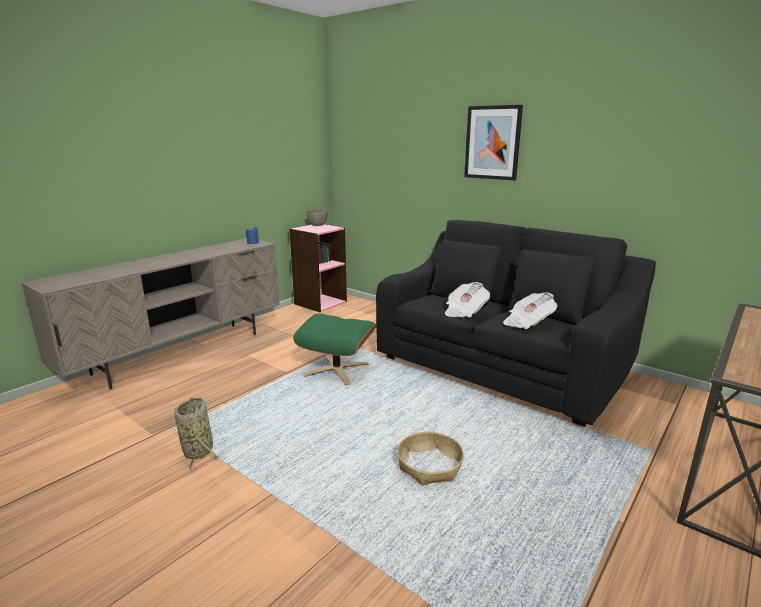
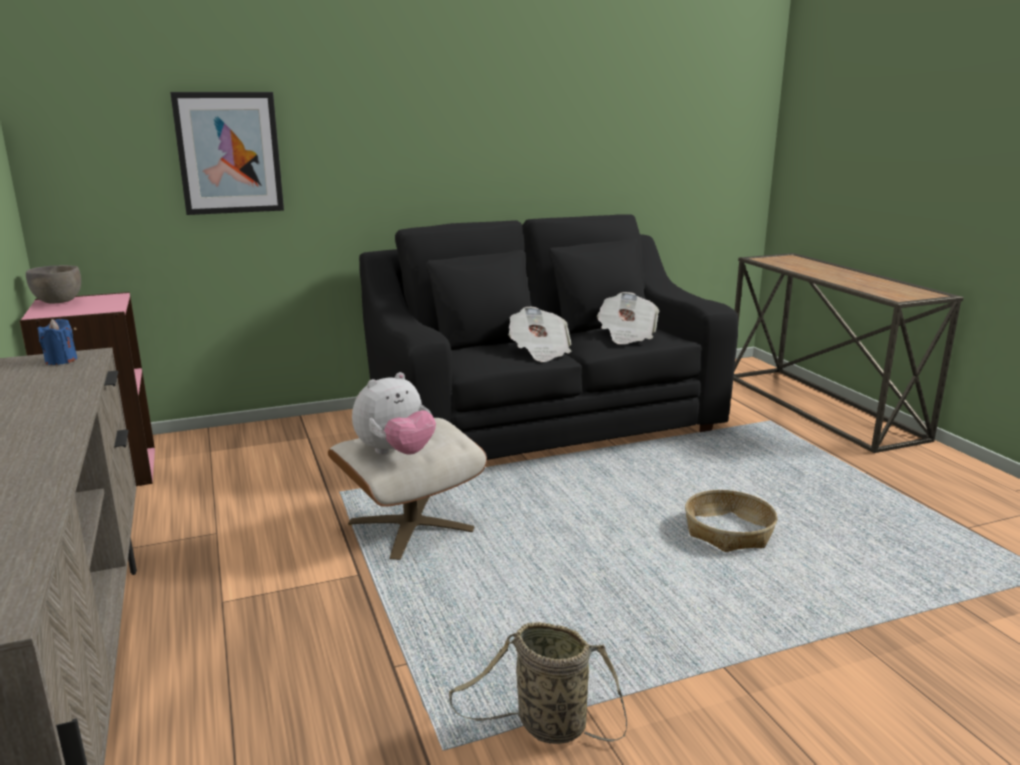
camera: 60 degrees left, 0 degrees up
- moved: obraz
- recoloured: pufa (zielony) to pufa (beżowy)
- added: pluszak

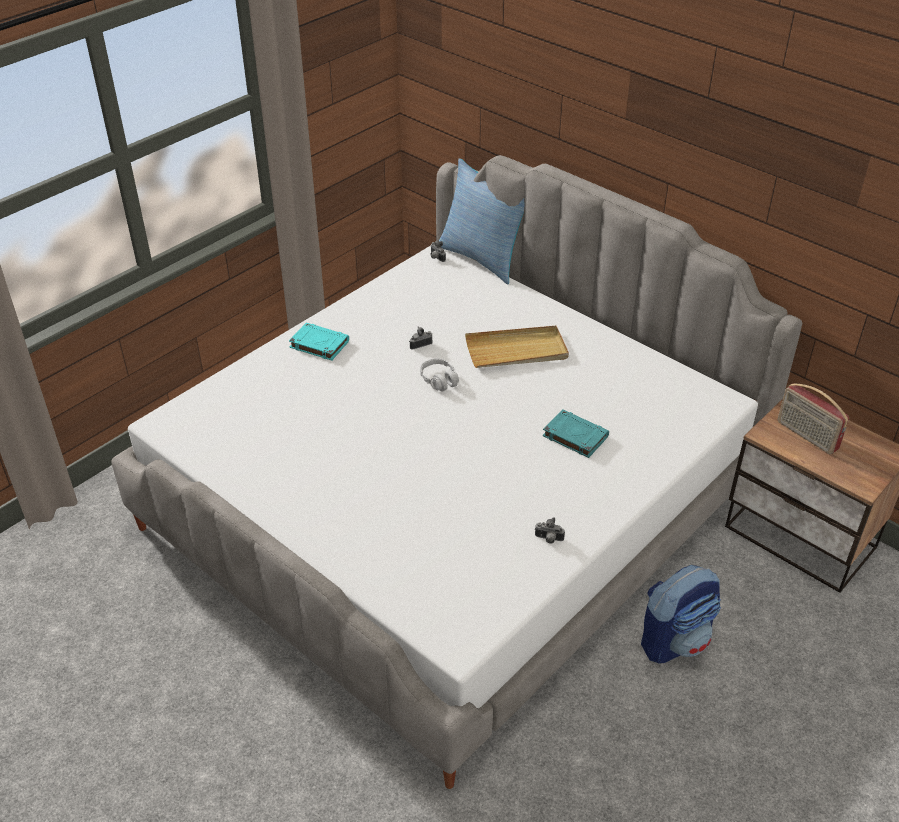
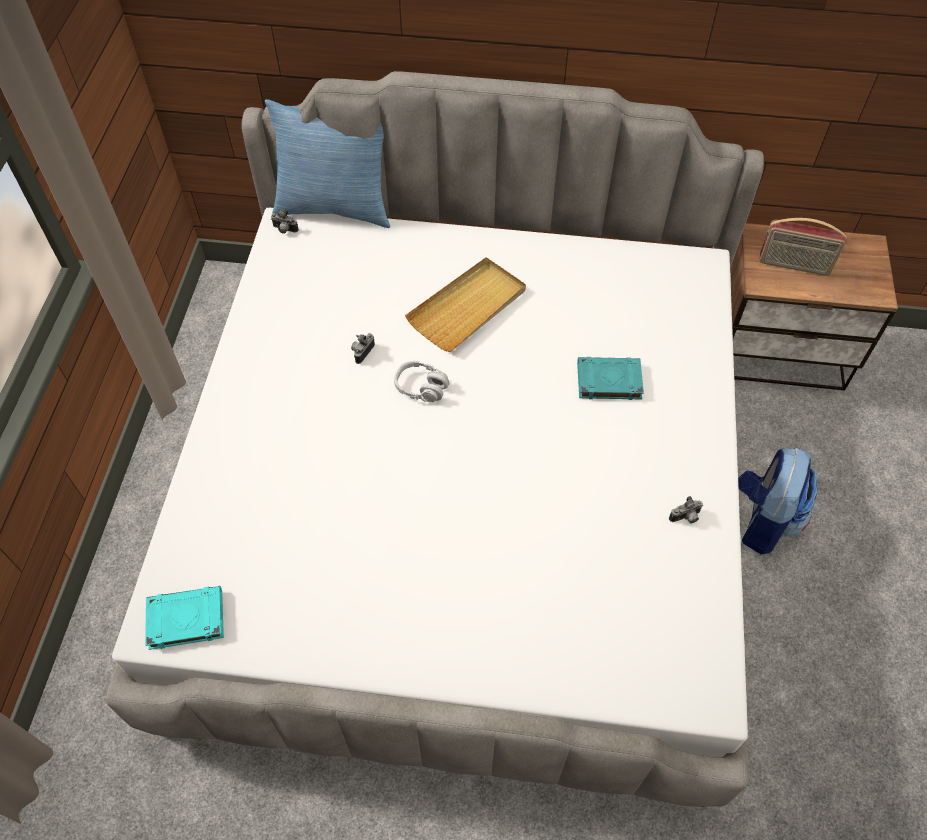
camera: 35 degrees left, 15 degrees up
- moved: książka (turkusowy) (1st from left)

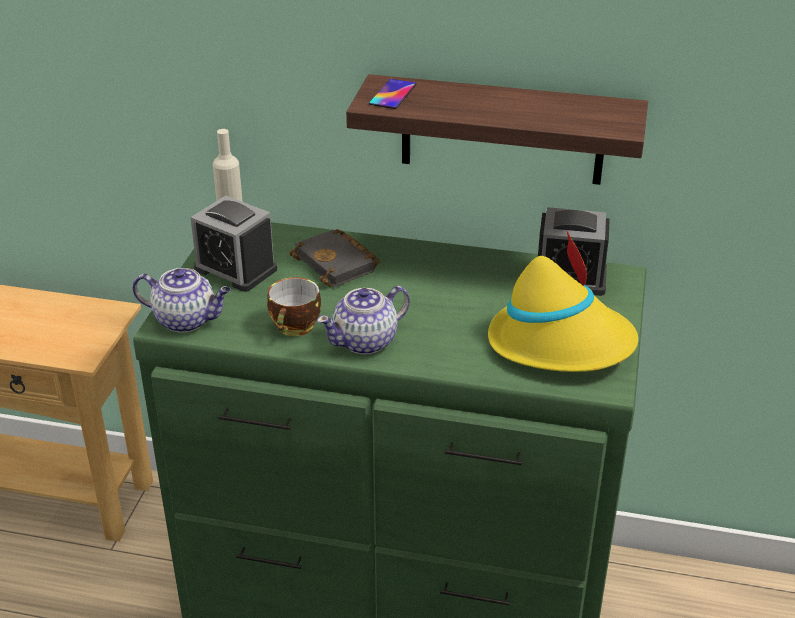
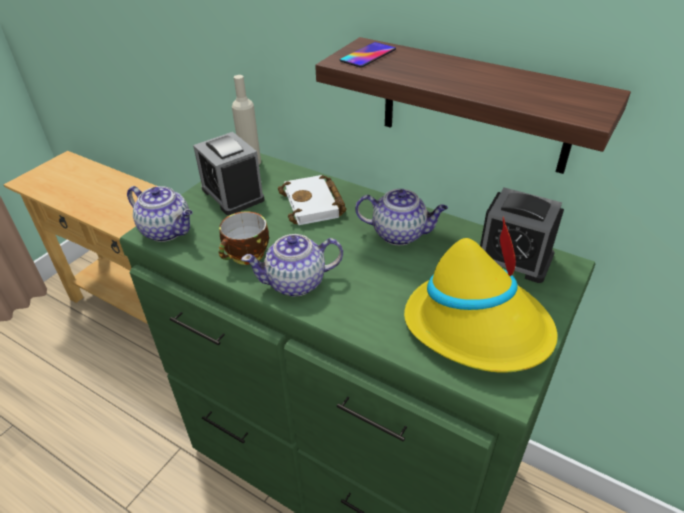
camera: 20 degrees right, 5 degrees up
- recoloured: książka (czarny) to książka (biały)
- added: imbryk (3rd from left)

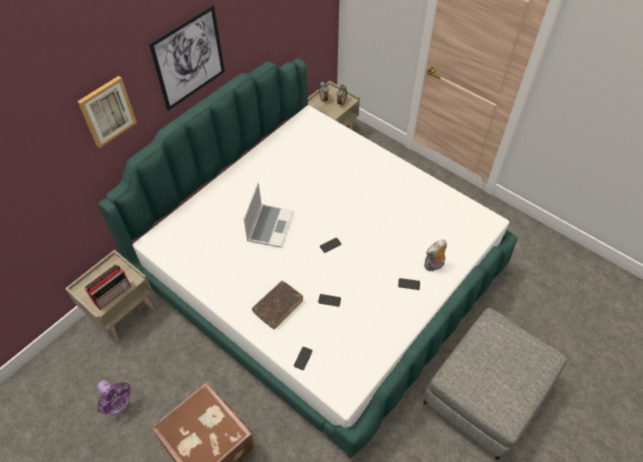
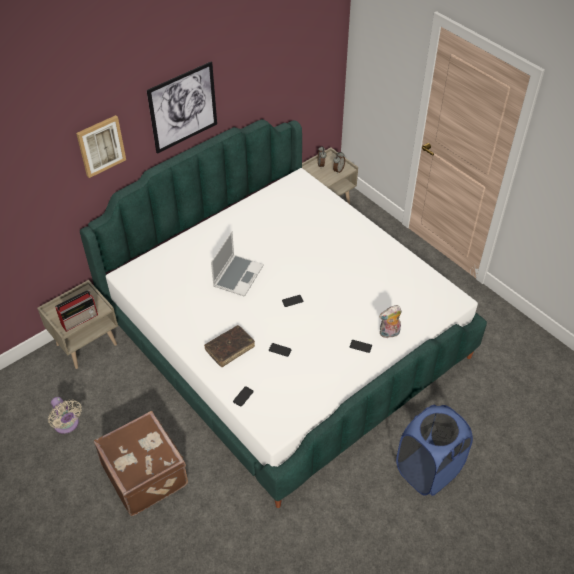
camera: 10 degrees right, 5 degrees down
- recoloured: wentylator (fioletowy) to wentylator (beżowy)
- replaced: pufa (szary) to kosz na pranie (niebieski)

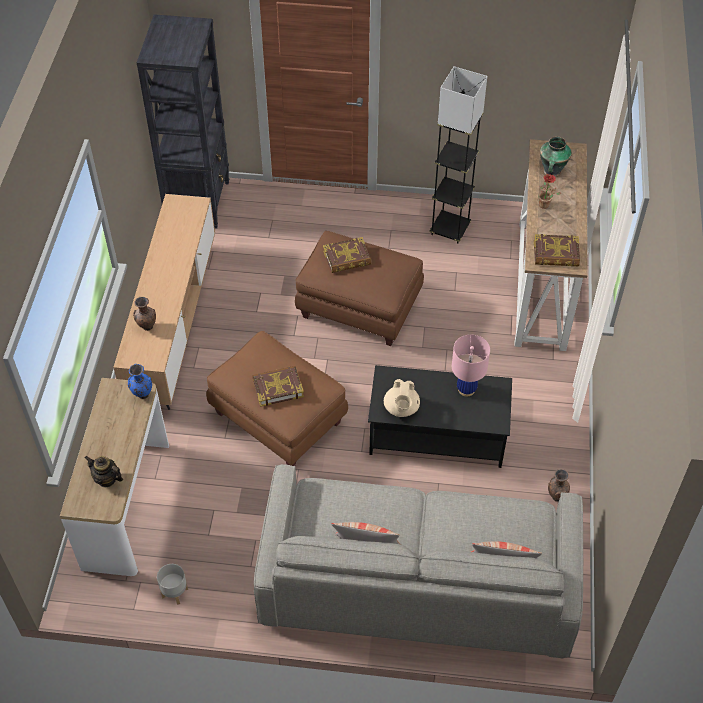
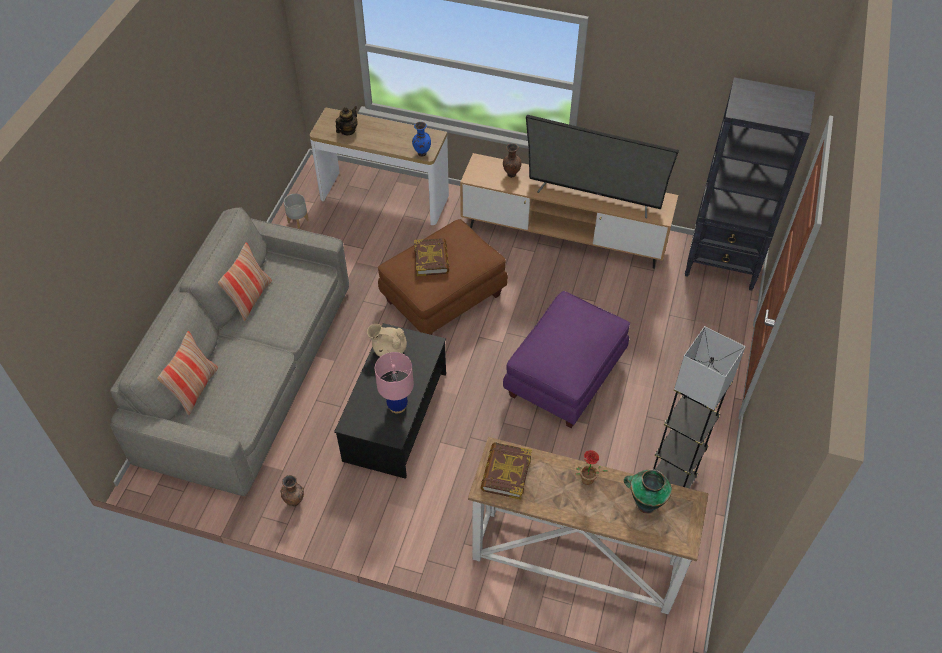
camera: 100 degrees right, 0 degrees up
- recoloured: pufa (brązowy) (2nd from left) to pufa (fioletowy)
- added: telewizor
- removed: książka (2nd from left)

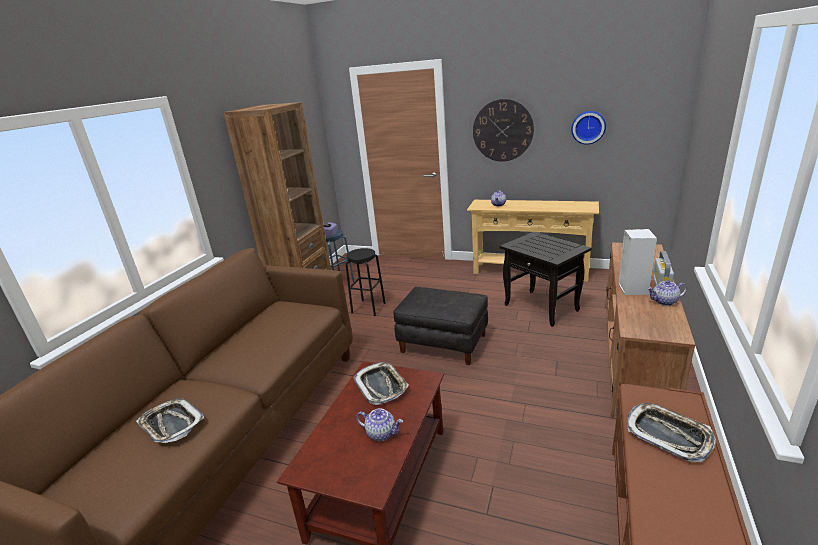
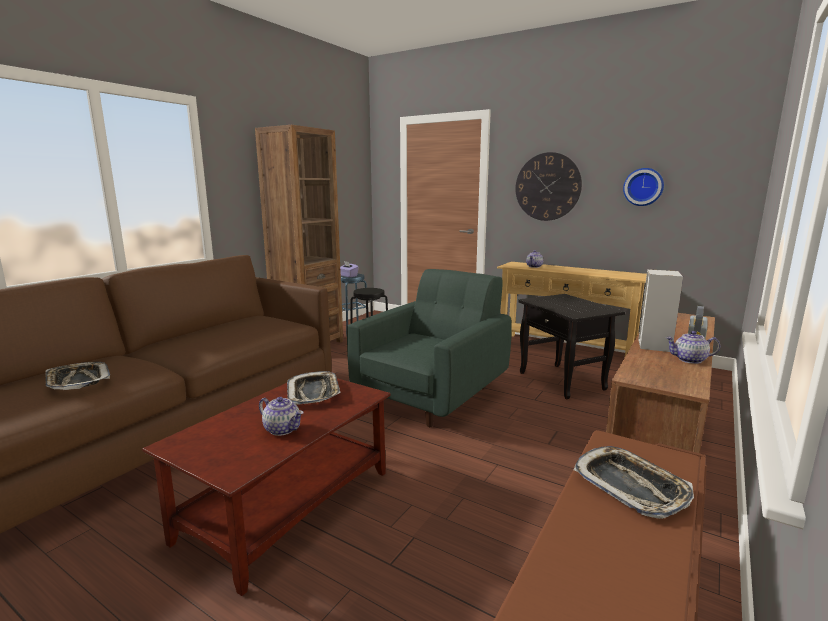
camera: 10 degrees right, 10 degrees down
- replaced: pufa (czarny) to fotel (zielony)

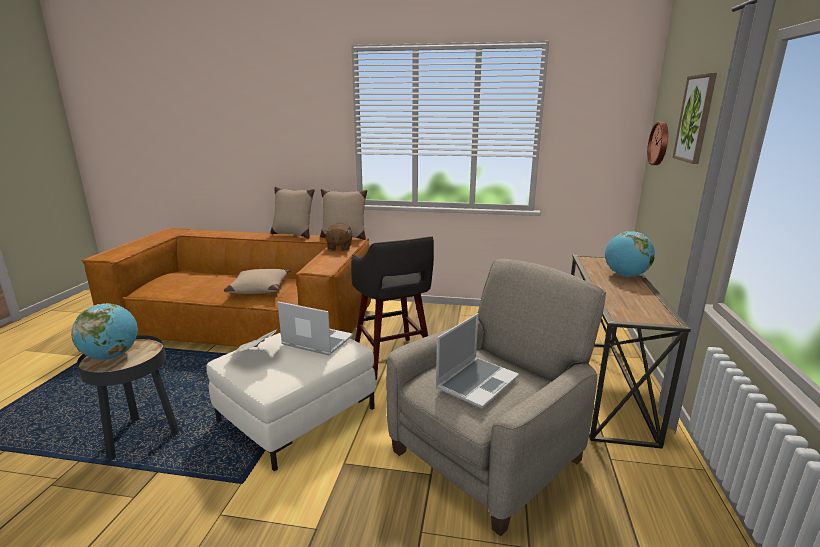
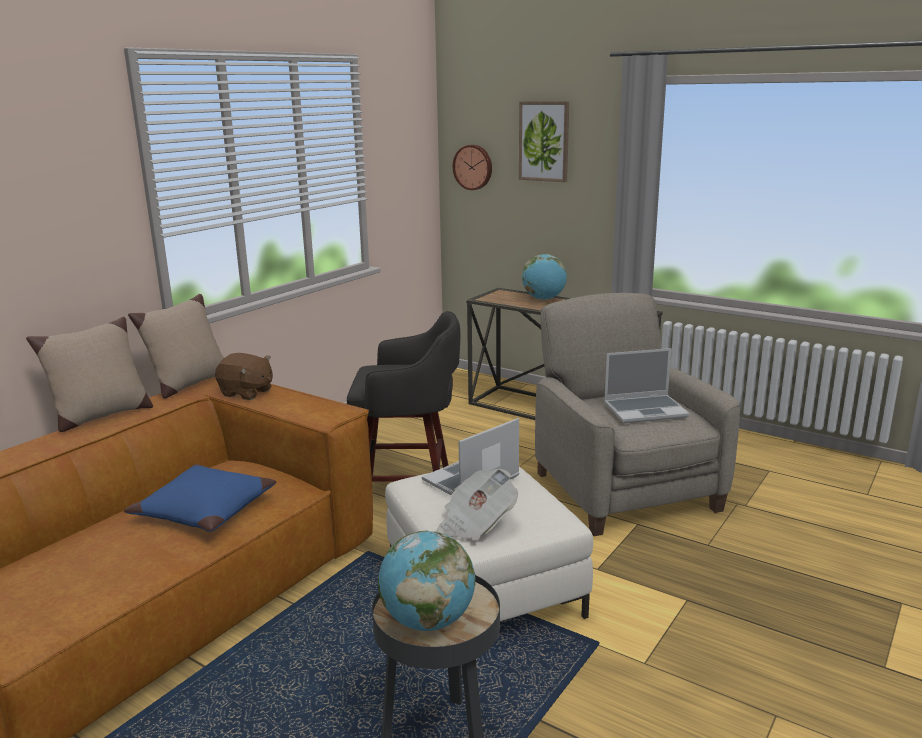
camera: 65 degrees left, 0 degrees up
- recoloured: poduszka (beżowy) (1st from left) to poduszka (niebieski)
- turned: laptop (2nd from left) 105 degrees clockwise

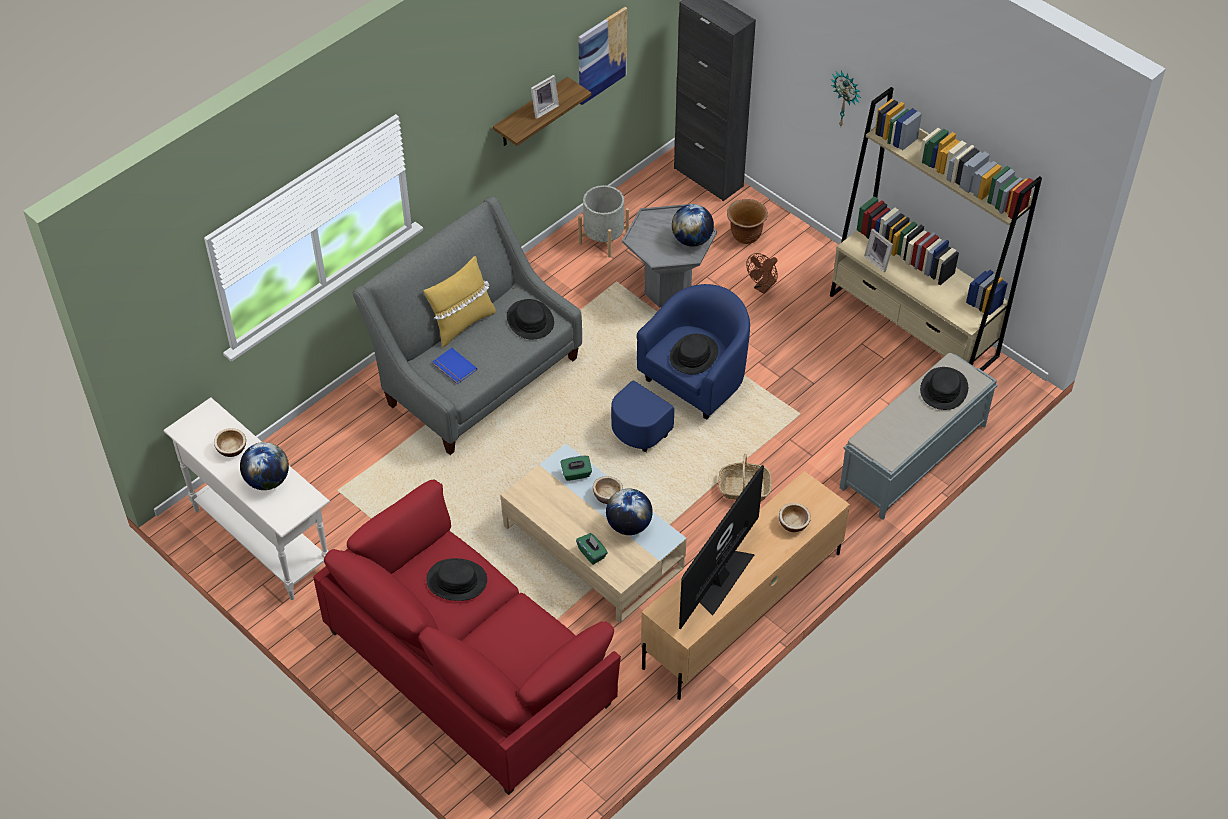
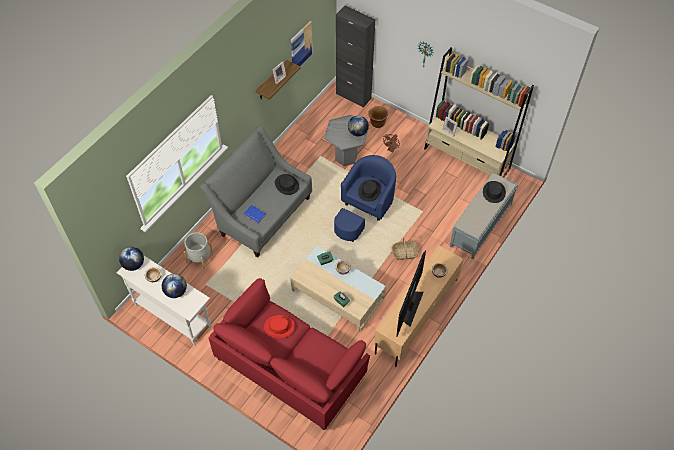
camera: 10 degrees left, 5 degrees up
- moved: globus (2nd from left in the first image) to globus (1st from left)
- moved: donica (szary)
- recoloured: kapelusz (czarny) (1st from left) to kapelusz (czerwony)
- removed: poduszka (żółty)

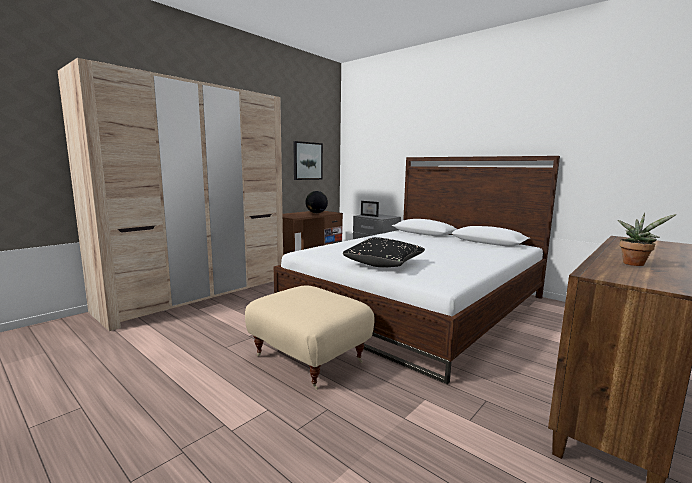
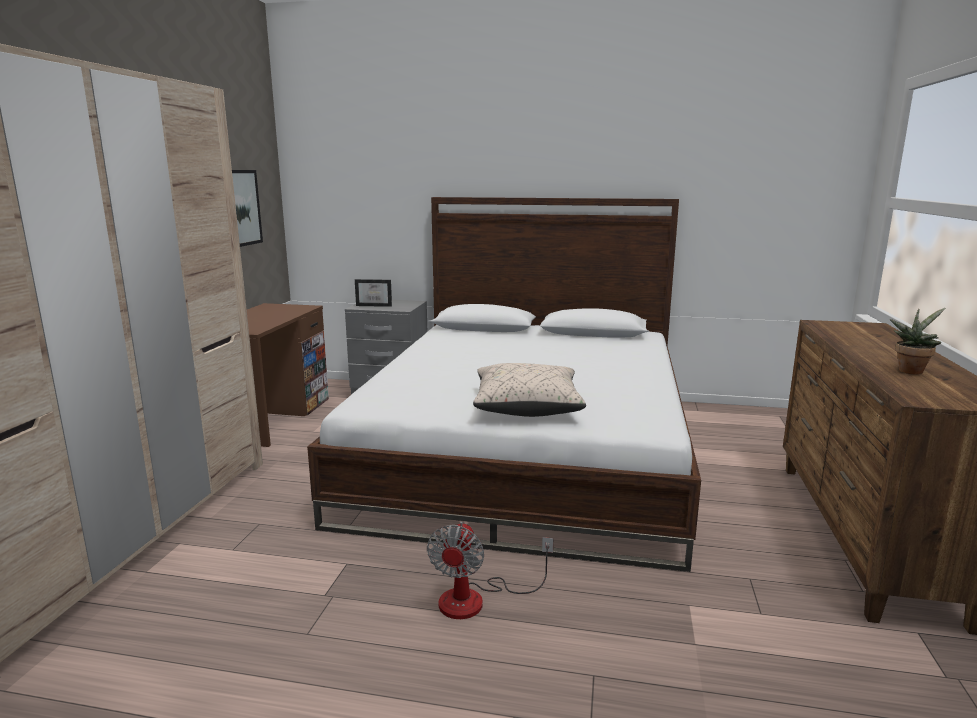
camera: 30 degrees left, 5 degrees up
- replaced: pufa (beżowy) to wentylator
- recoloured: poduszka (czarny) to poduszka (beżowy)
- removed: globus

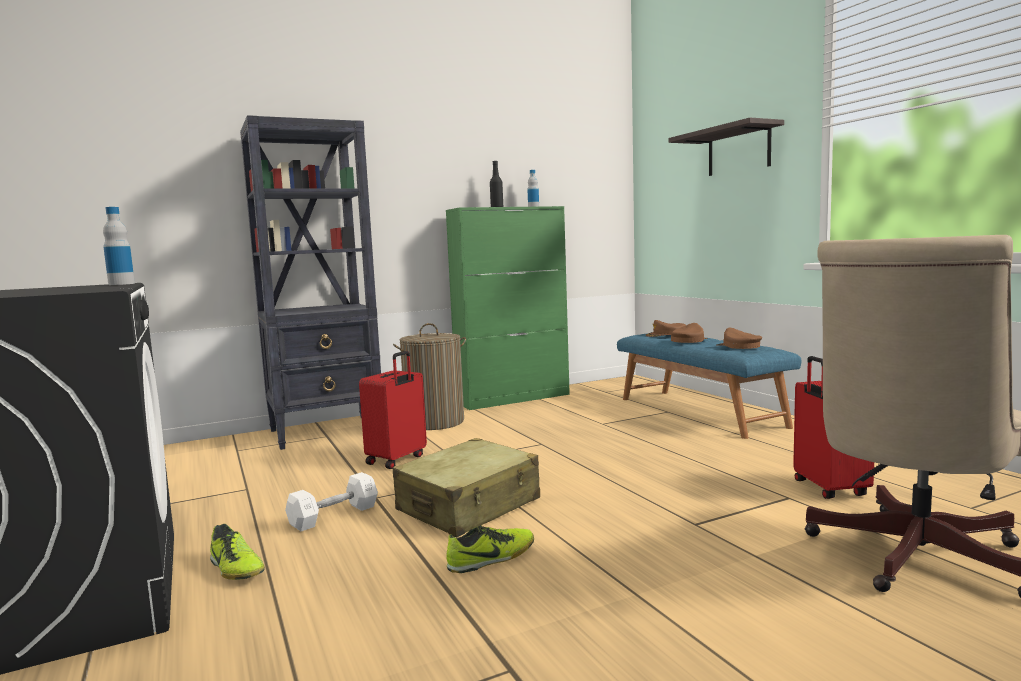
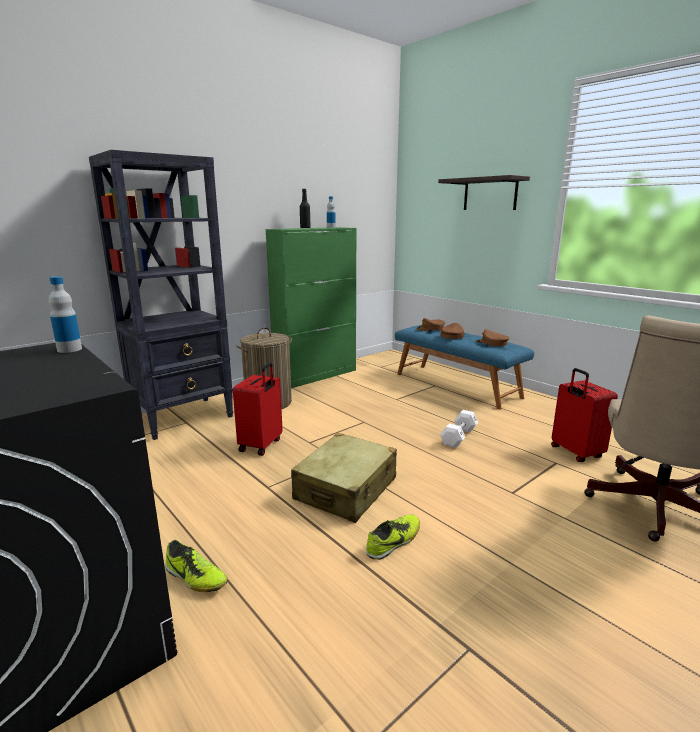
camera: 15 degrees left, 10 degrees up
- moved: hantel (biały)

